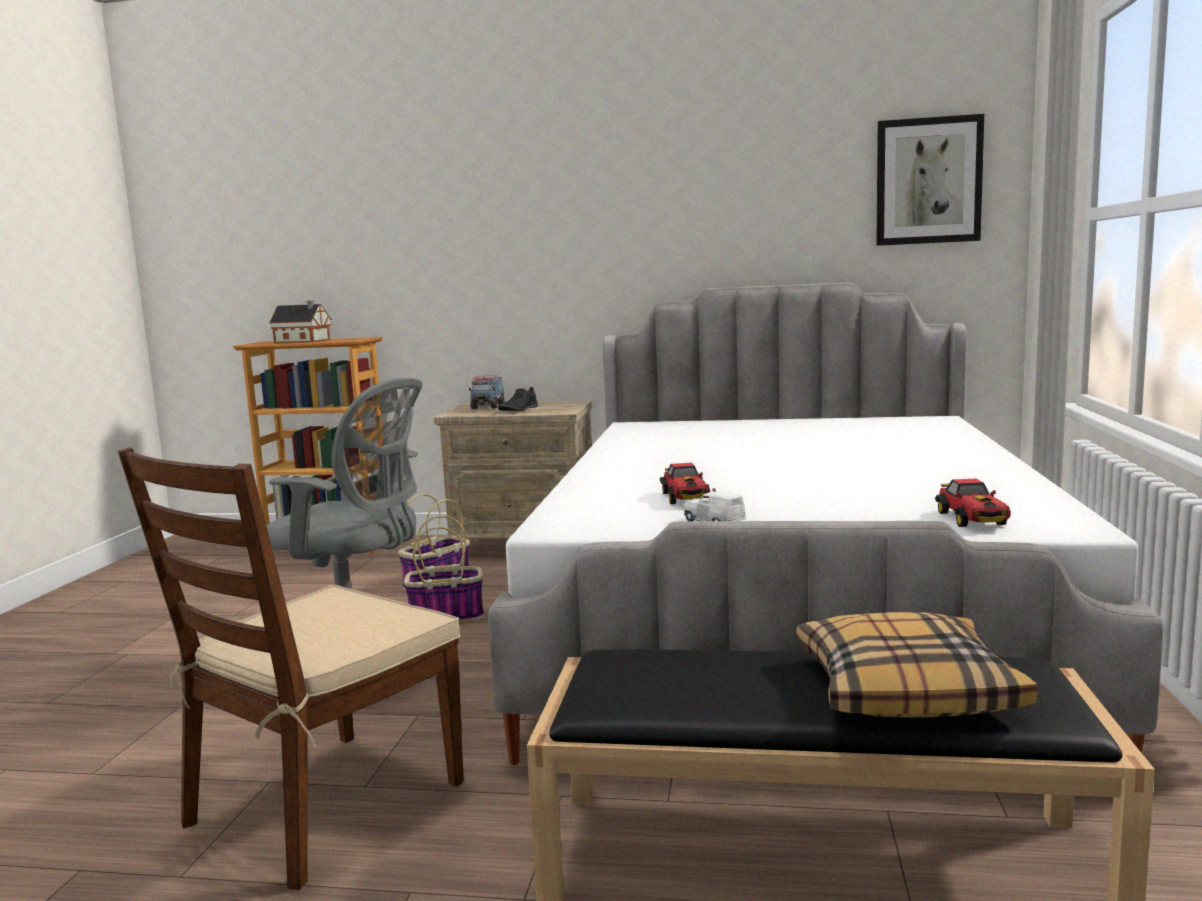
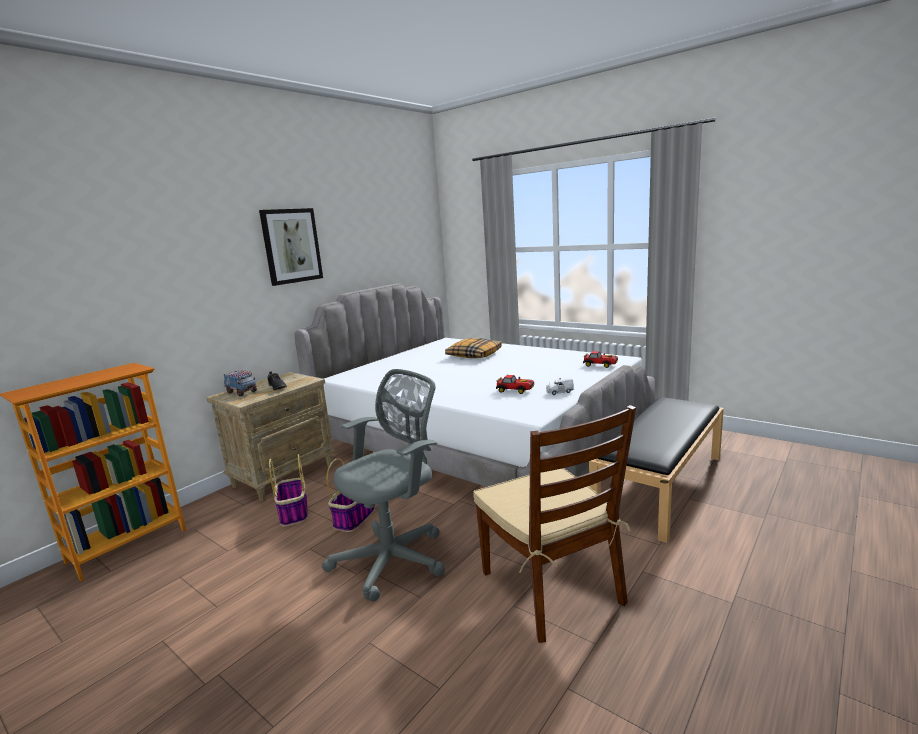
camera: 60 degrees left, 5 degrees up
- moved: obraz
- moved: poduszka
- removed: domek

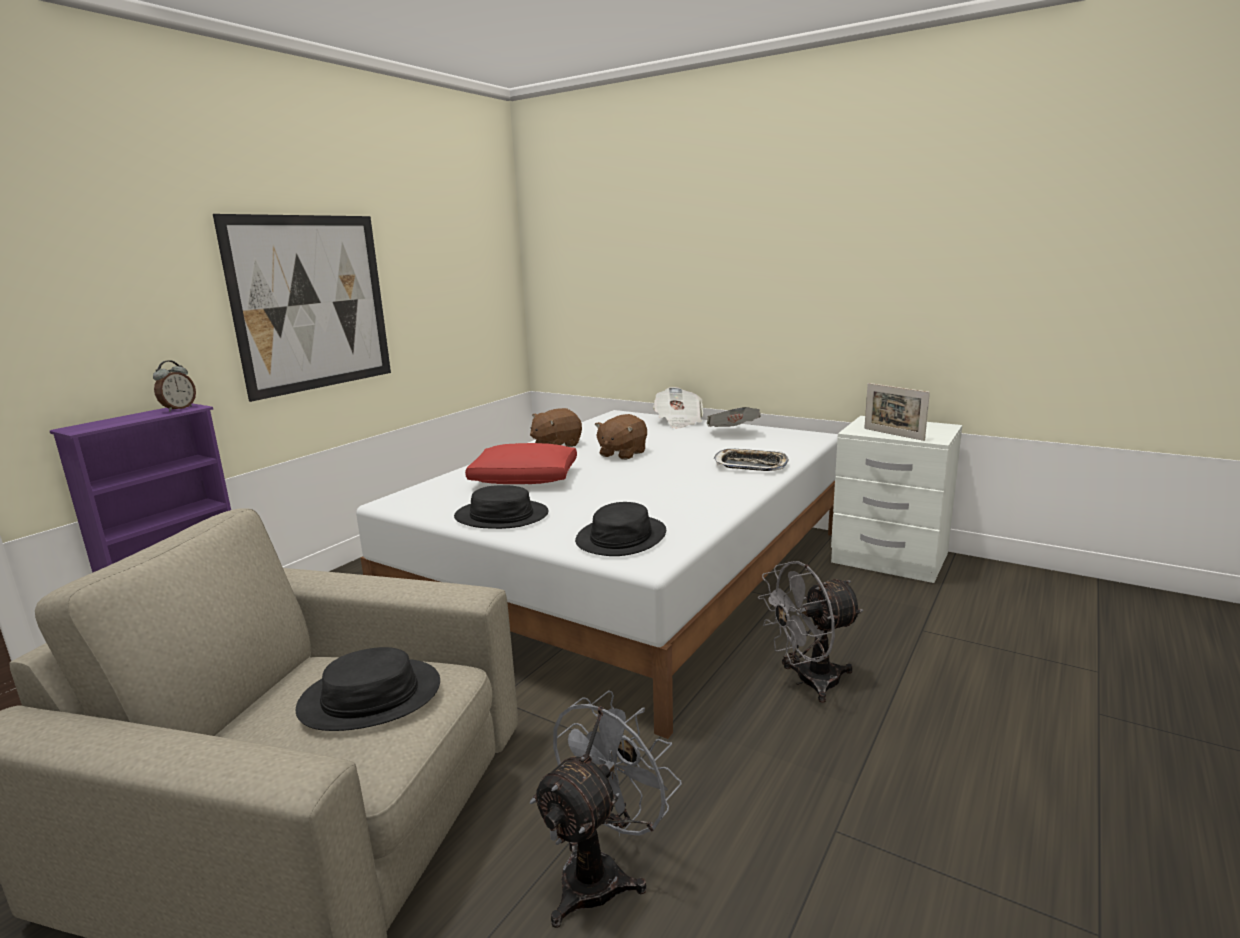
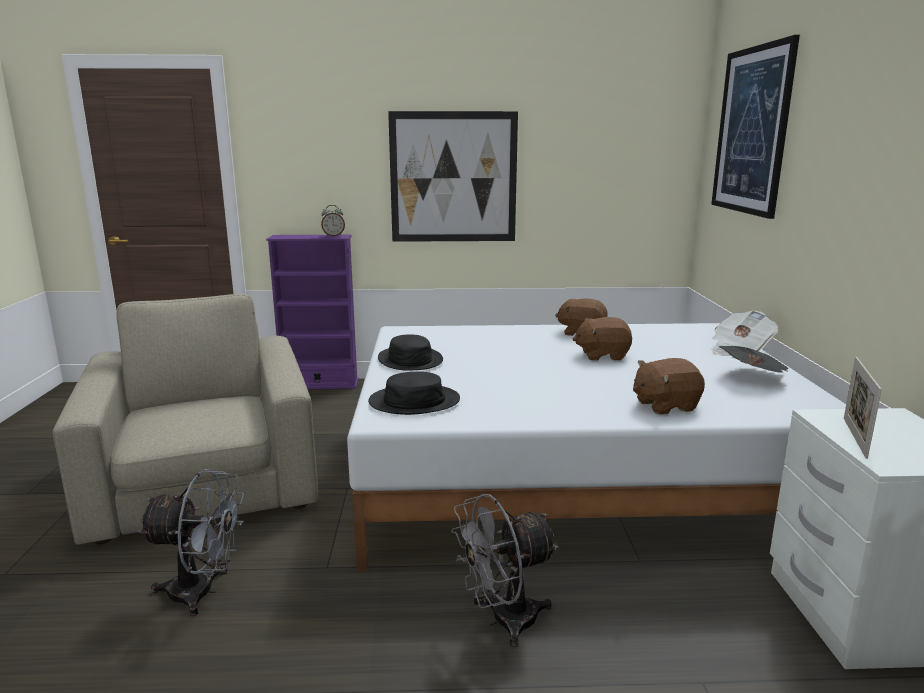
camera: 55 degrees right, 0 degrees up
- turned: wentylator (szary) (2nd from left) 60 degrees counterclockwise
- replaced: taca to pluszak (brązowy) (3rd from left)
- added: obraz (2nd from left)
- removed: kapelusz (czarny) (1st from left)
- removed: poduszka (czerwony)

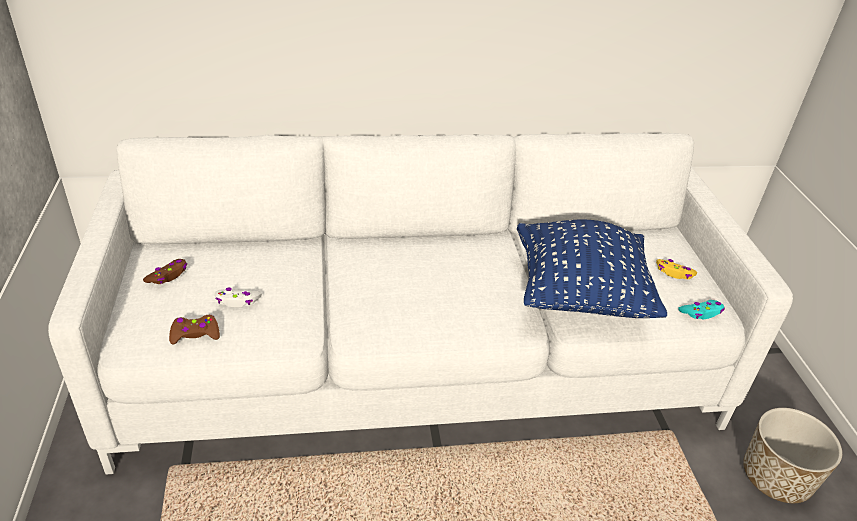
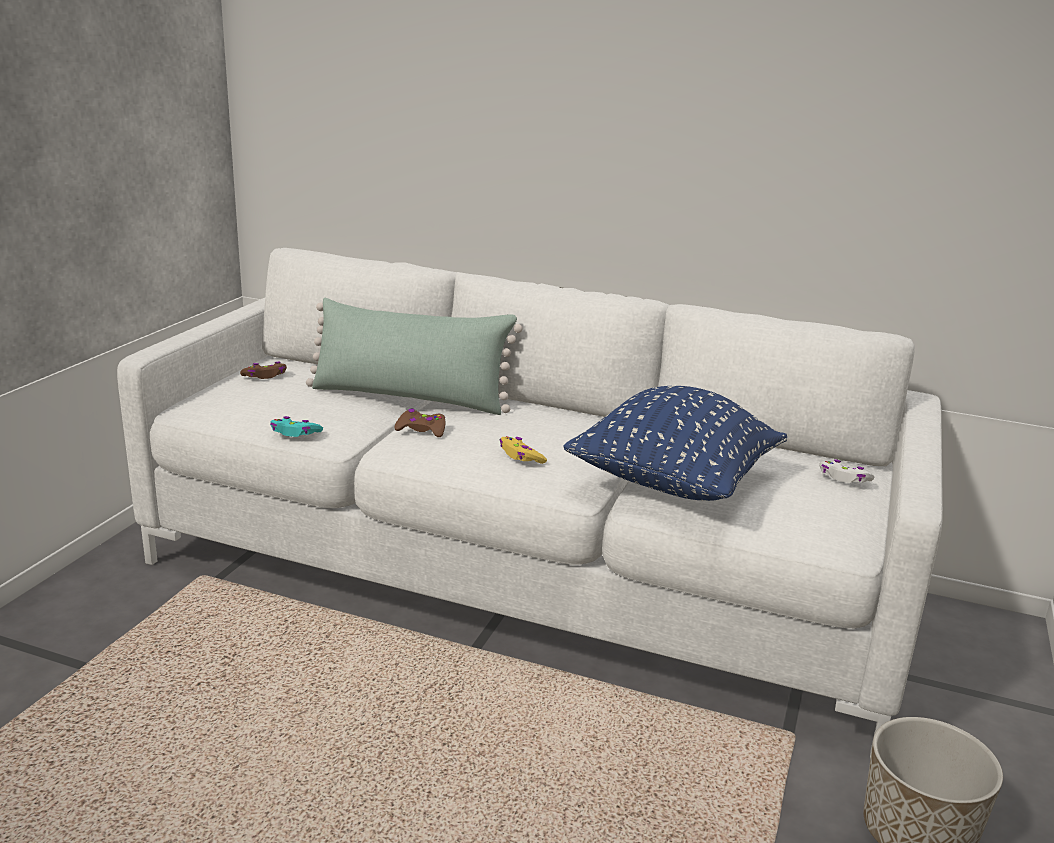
camera: 30 degrees right, 15 degrees down
- moved: pad do gier (turkusowy)
- added: poduszka (zielony)
- moved: pad do gier (brązowy) (2nd from left)
- moved: pad do gier (żółty)
- moved: pad do gier (biały)

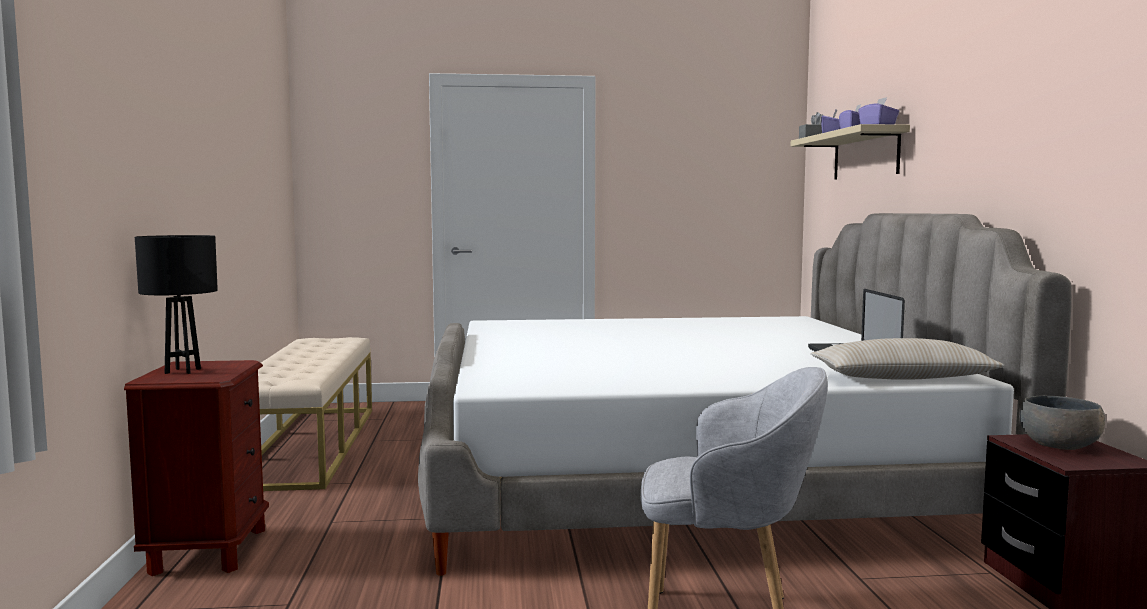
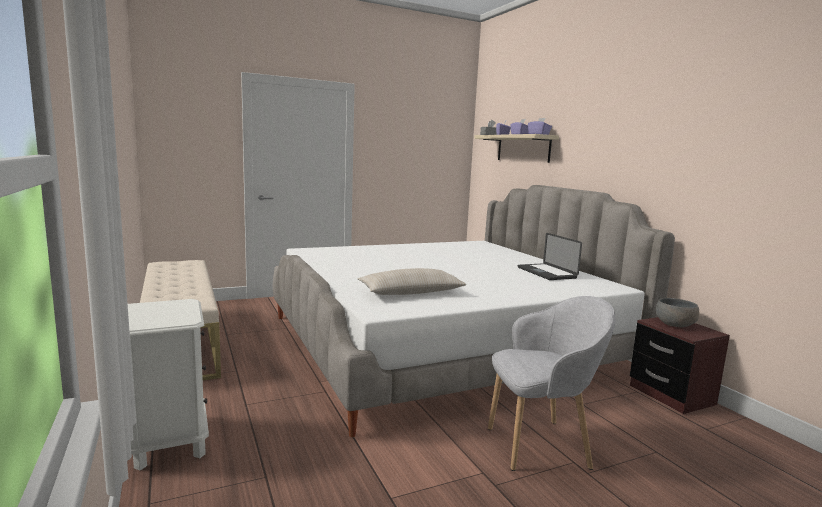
camera: 20 degrees left, 5 degrees up
- recoloured: szafka nocna (brązowy) (1st from left) to szafka nocna (biały)
- moved: poduszka (beżowy)
- removed: lampa stołowa (czarny)

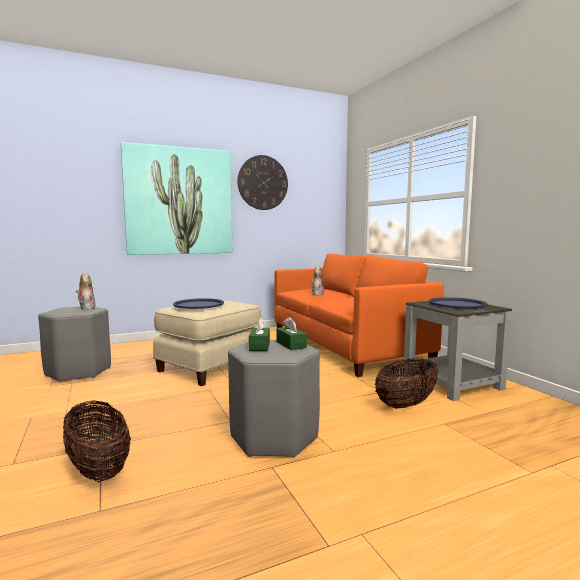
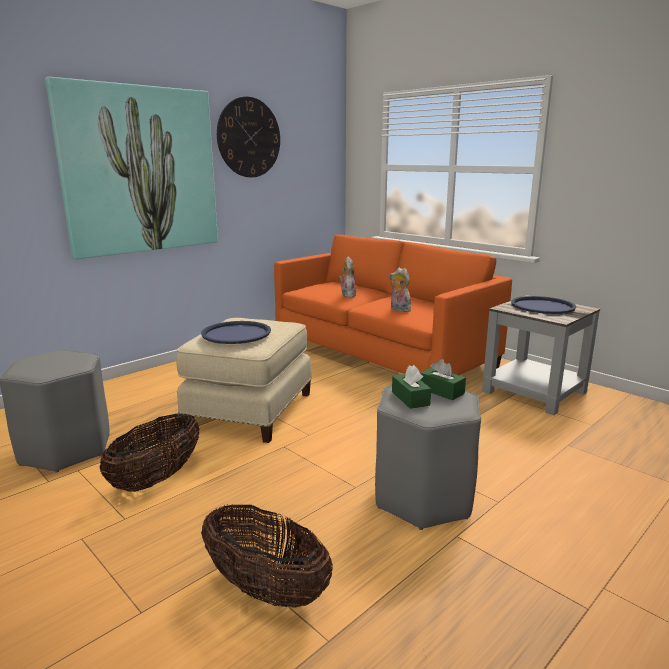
camera: 20 degrees left, 10 degrees up
- moved: koszyk (2nd from left in the first image) to koszyk (1st from left)
- moved: pluszak (1st from left in the first image) to pluszak (2nd from left)

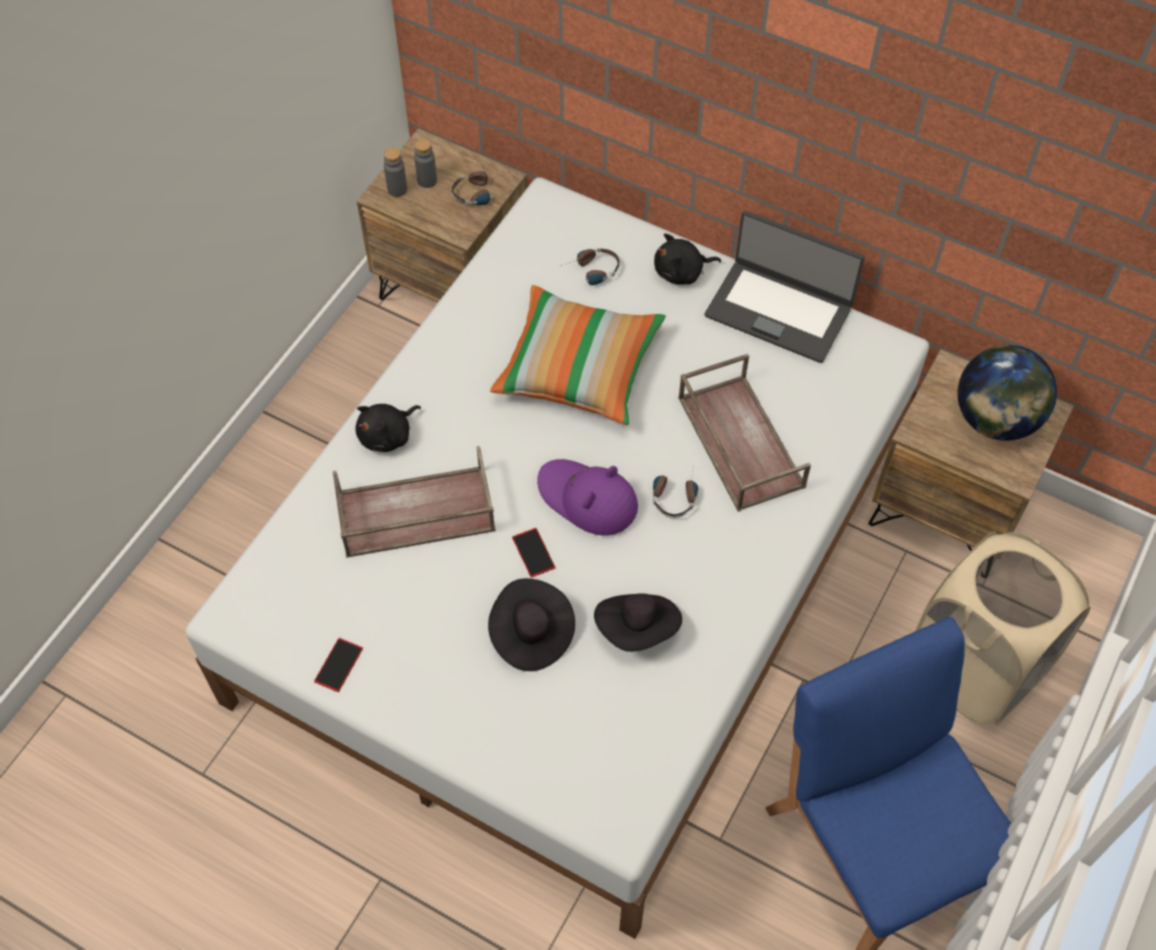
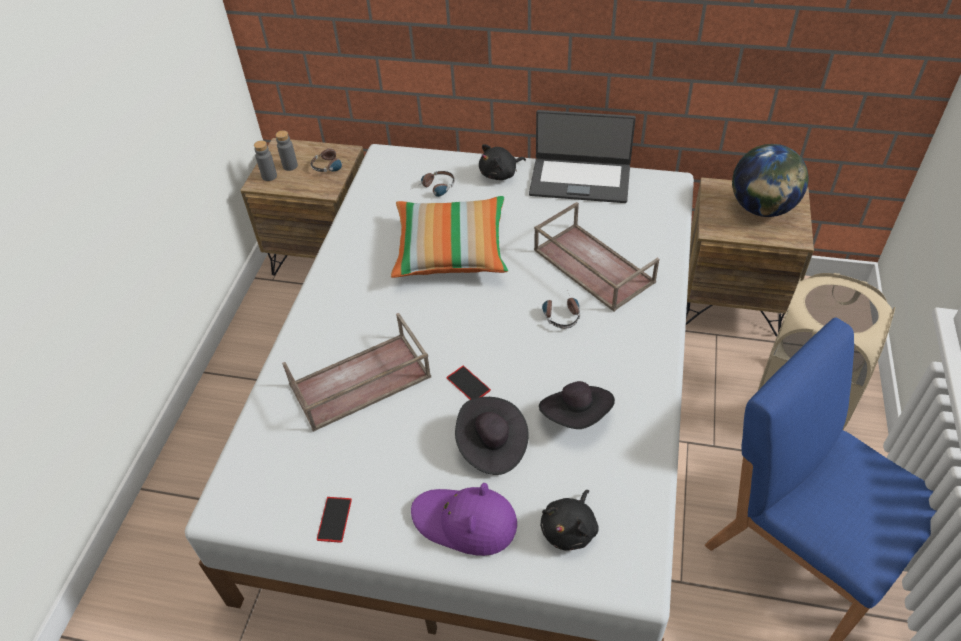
camera: 15 degrees left, 10 degrees down
- moved: kapelusz (fioletowy)
- moved: pluszak (czarny) (1st from left in the first image) to pluszak (czarny) (2nd from left)

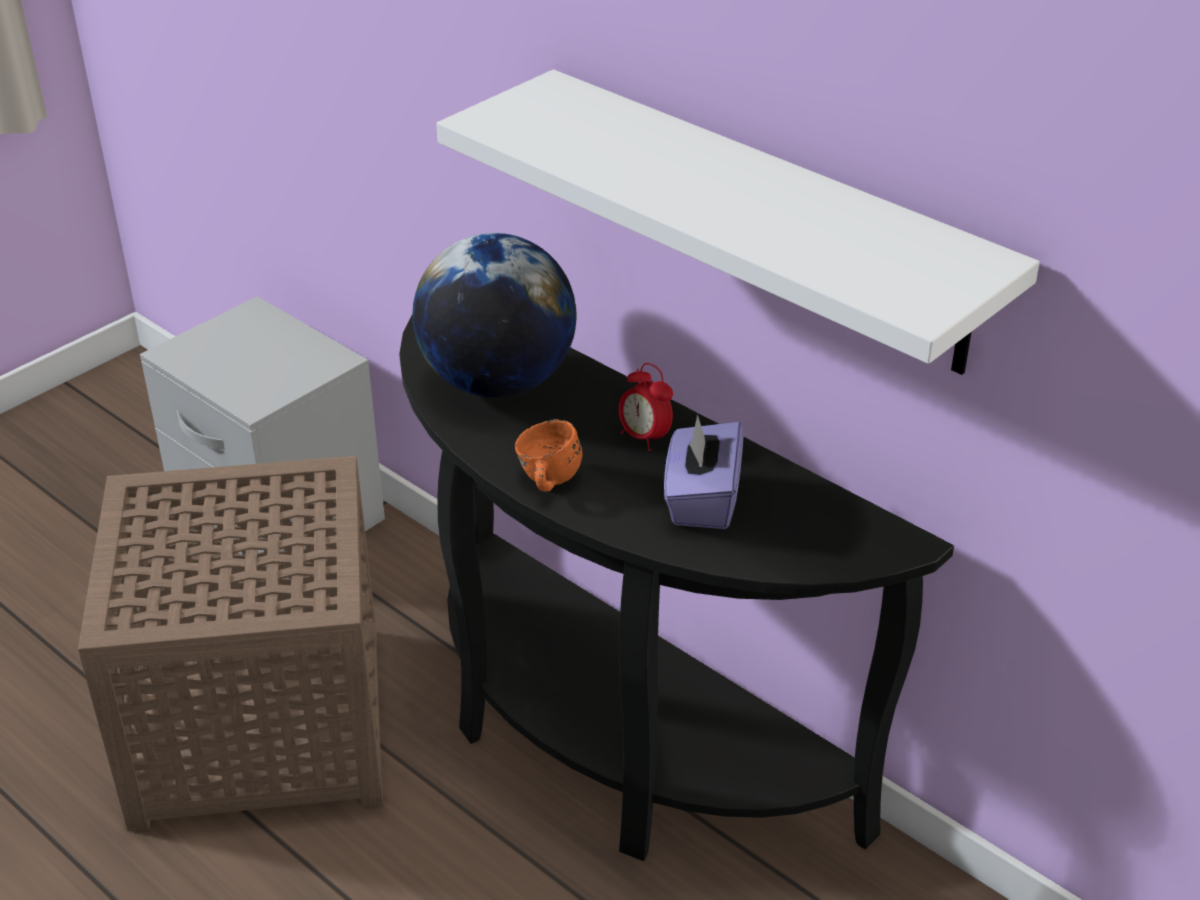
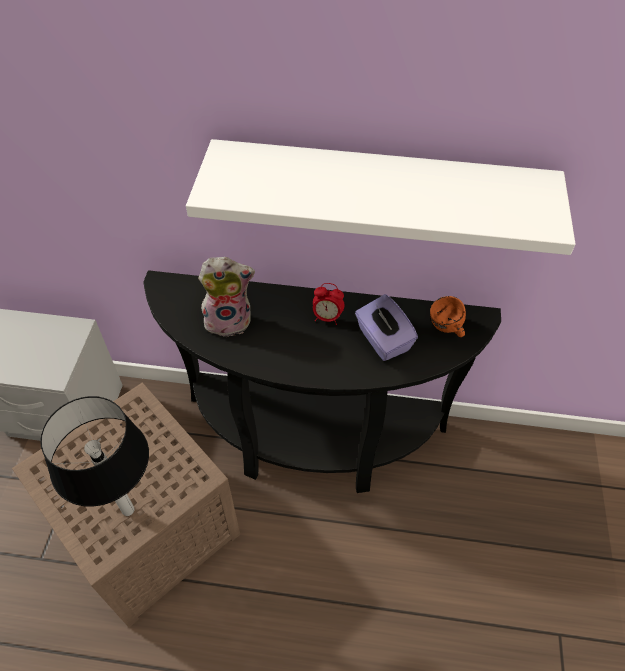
camera: 35 degrees left, 15 degrees up
- added: lampa stołowa
- replaced: globus to pluszak
- moved: kubek (pomarańczowy)

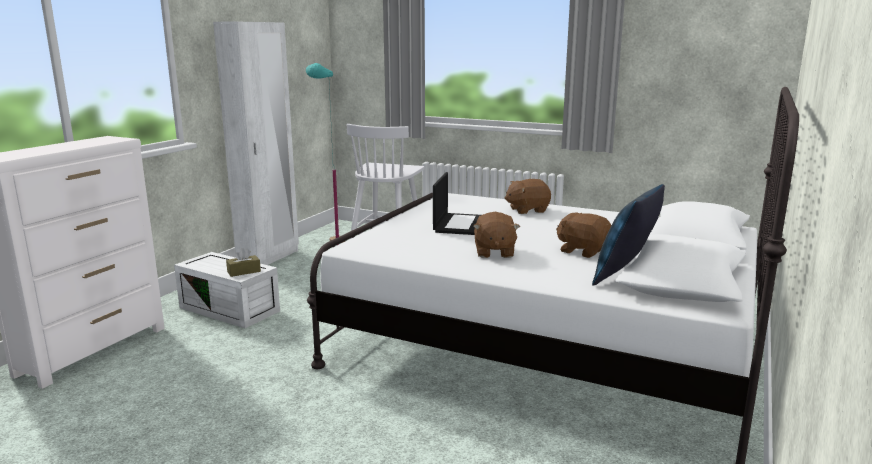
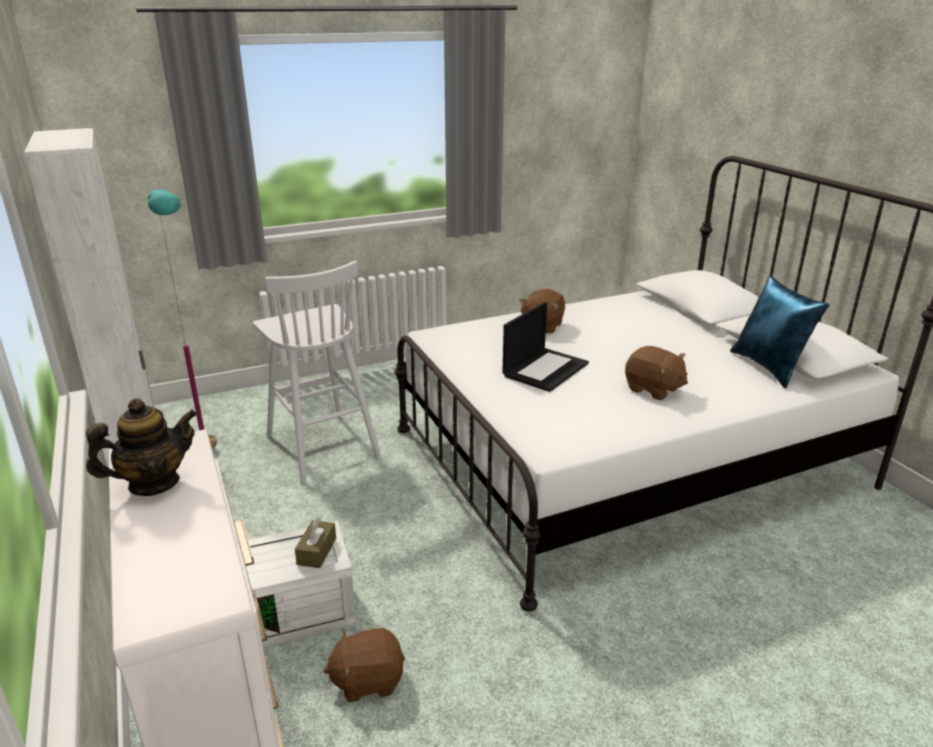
camera: 50 degrees left, 10 degrees up
- added: imbryk
- moved: pluszak (brązowy) (3rd from left in the first image) to pluszak (brązowy) (1st from left)
- turned: laptop 75 degrees clockwise

